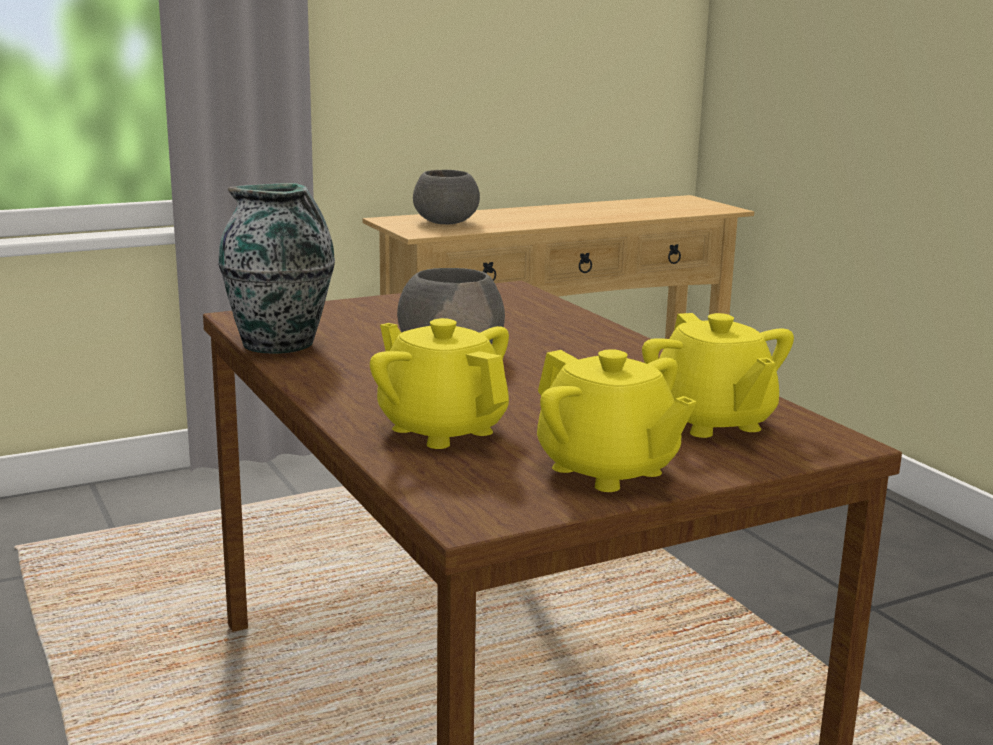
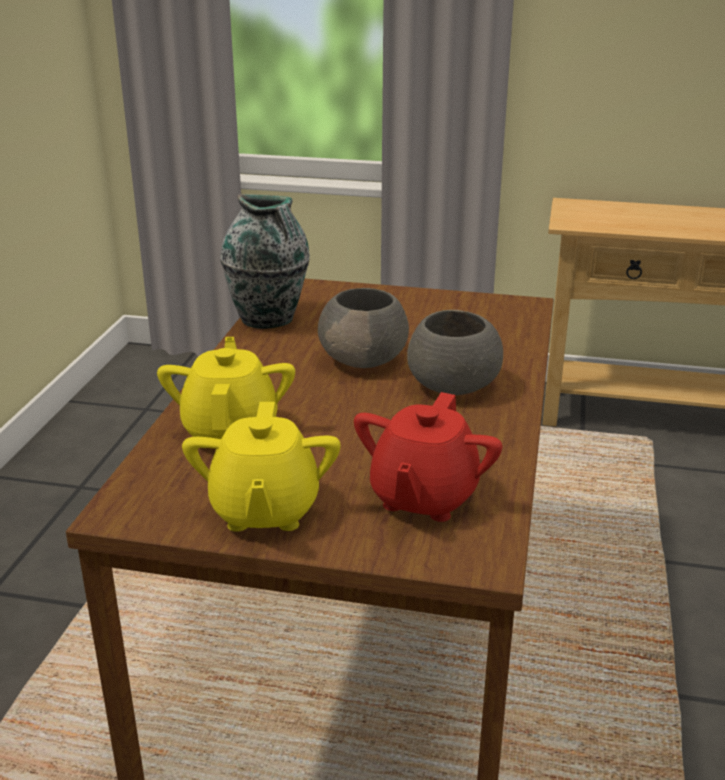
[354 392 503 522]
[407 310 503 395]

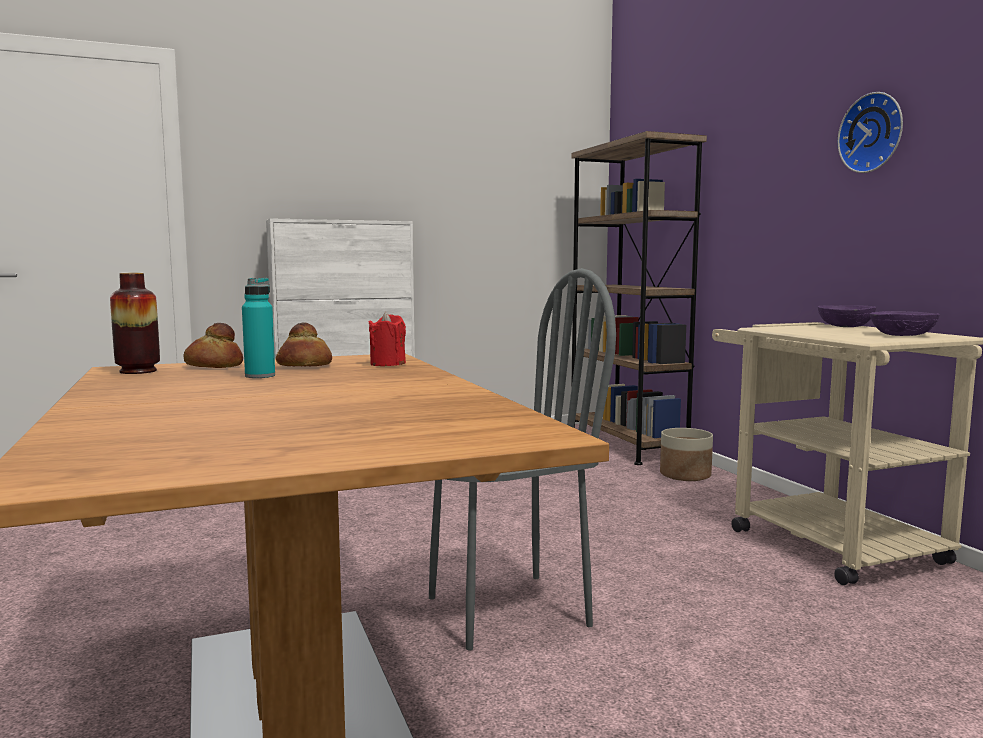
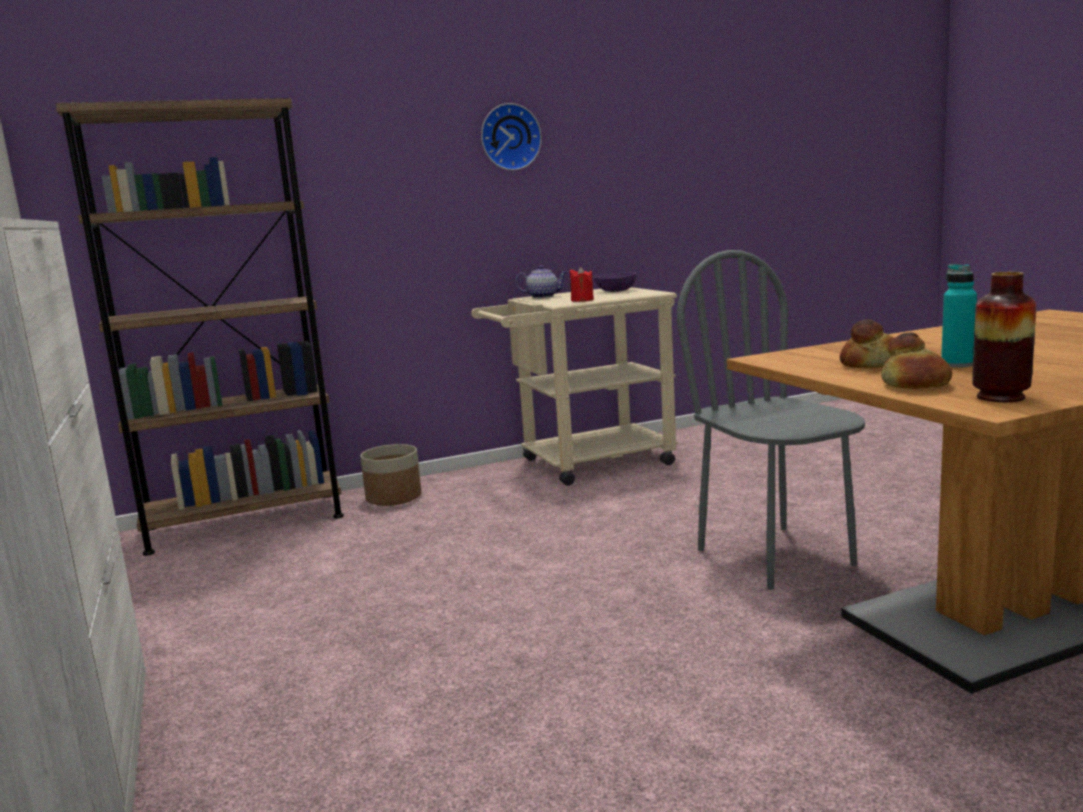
[515 265 567 298]
[570 267 594 302]

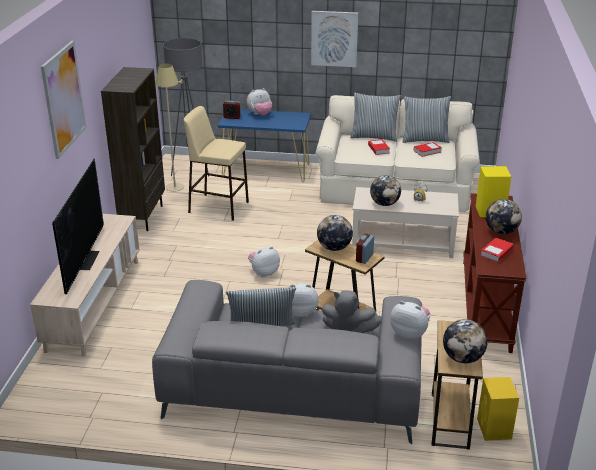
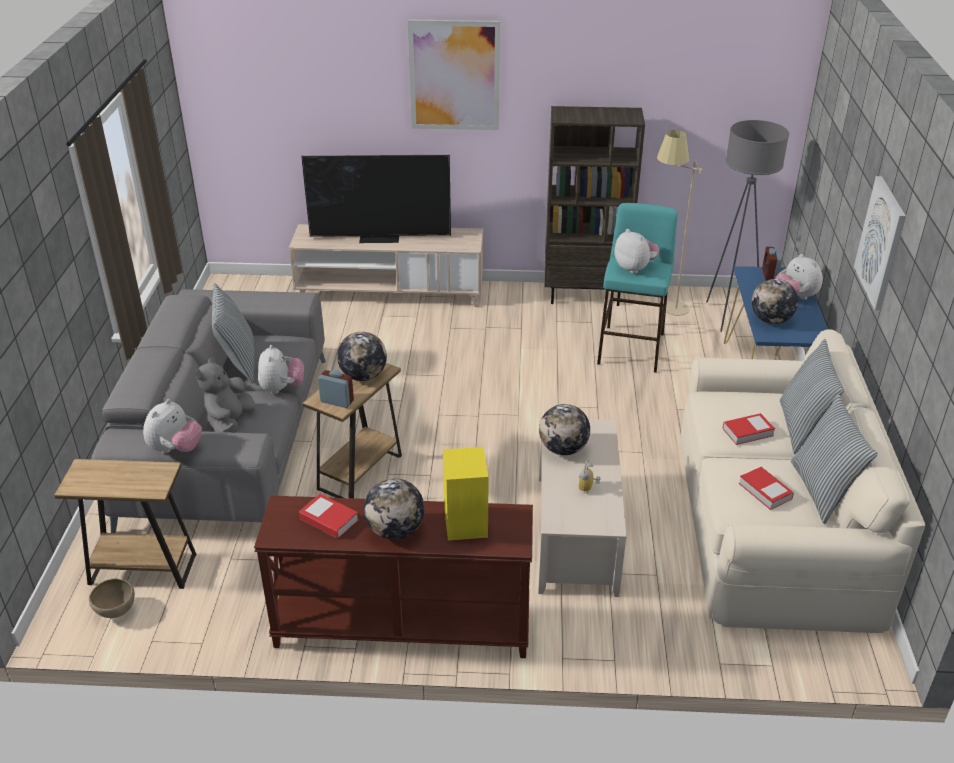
[89 579 135 618]
[597 203 678 373]
[615 229 659 274]
[752 279 798 324]

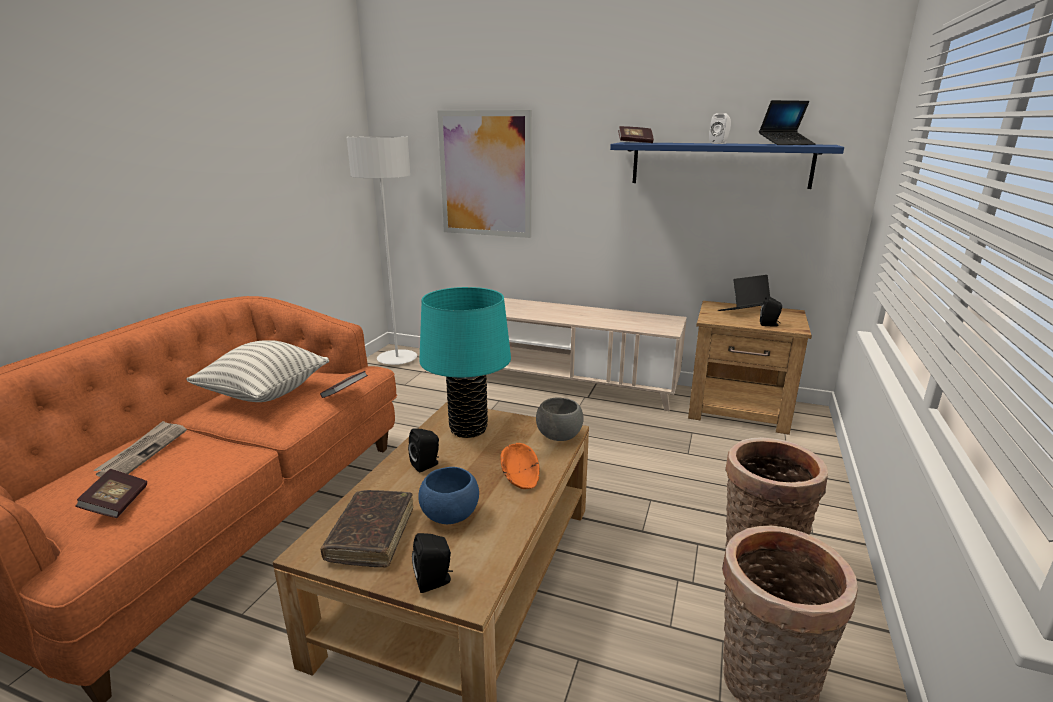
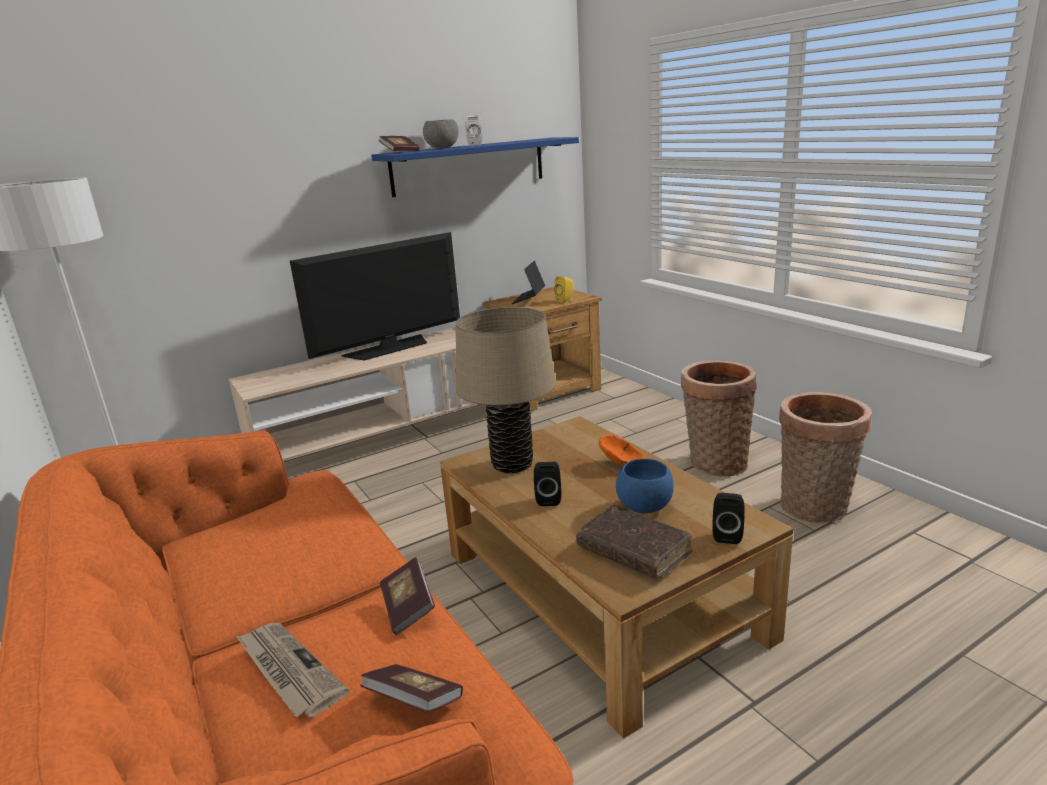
[290 232 460 361]
[380 557 435 635]
[423 119 459 149]
[456 307 556 473]
[554 276 573 303]
[186 340 329 402] (first image)
[438 110 532 238] (first image)
[759 100 816 145] (first image)

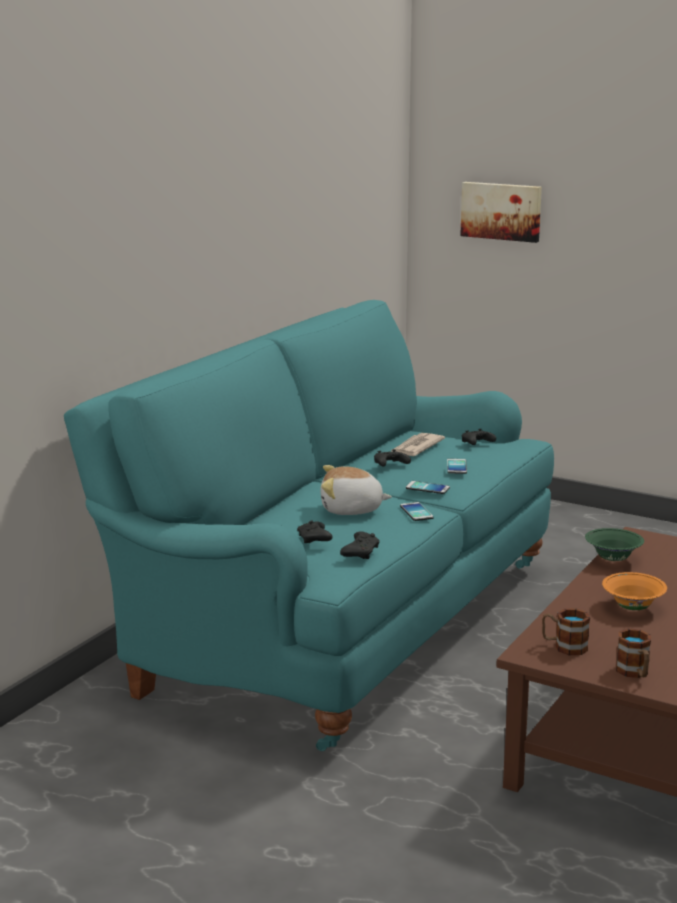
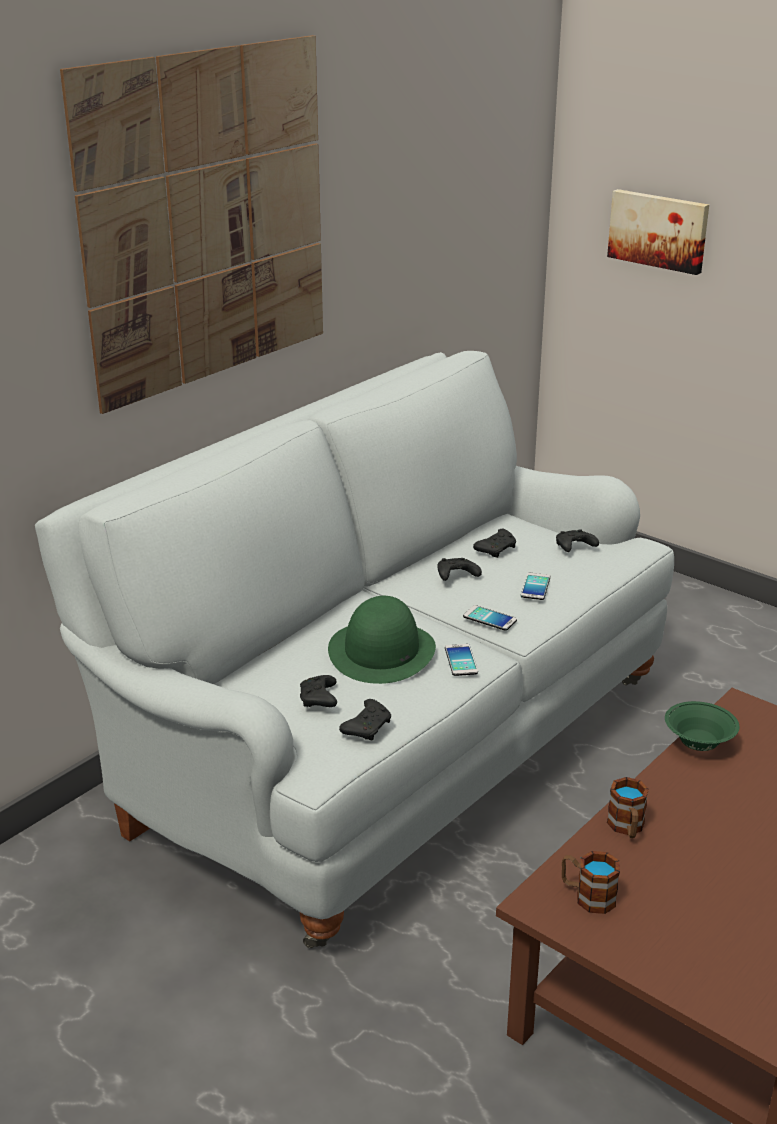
[35 351 674 948]
[60 35 323 414]
[328 596 436 684]
[473 529 516 558]
[607 777 649 838]
[602 572 667 610] (first image)

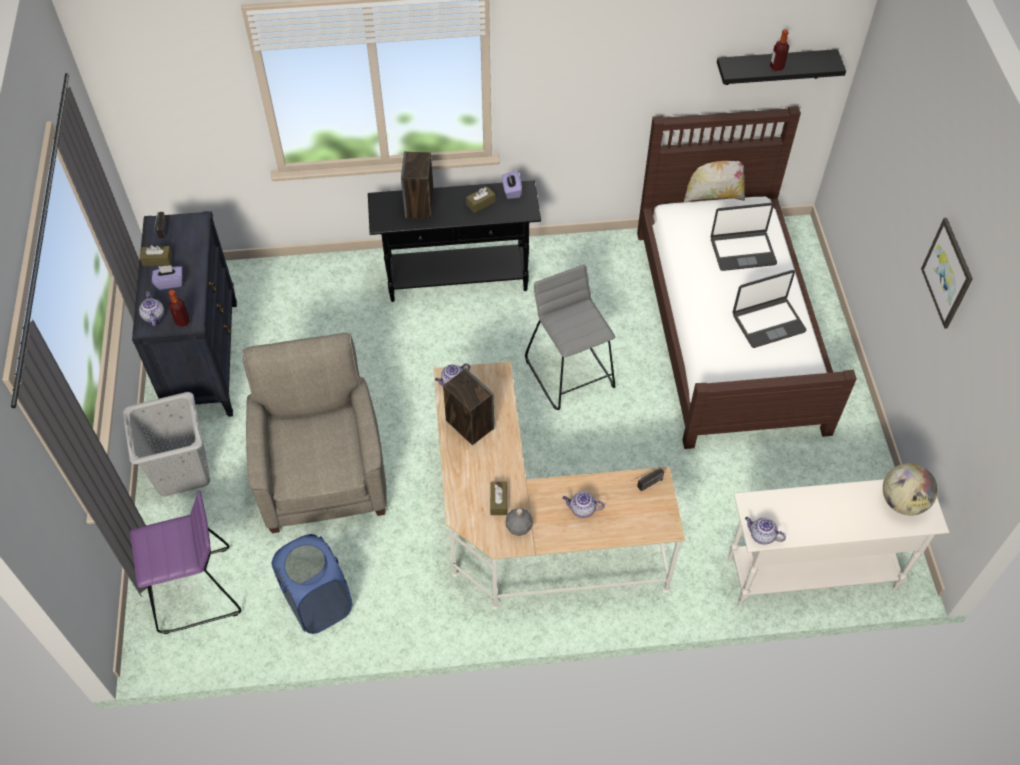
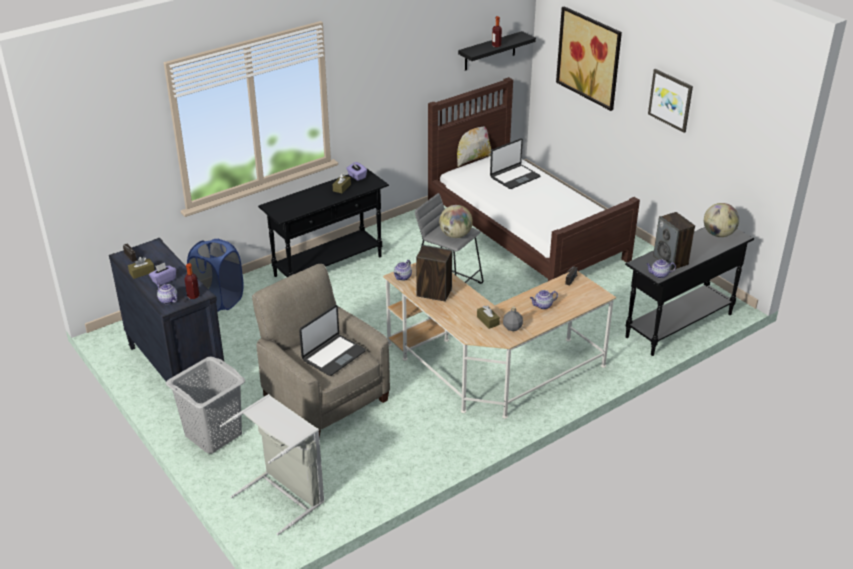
[187 239 244 312]
[220 394 325 535]
[299 305 366 376]
[439 205 473 238]
[556 6 622 111]
[625 227 754 356]
[653 212 695 270]

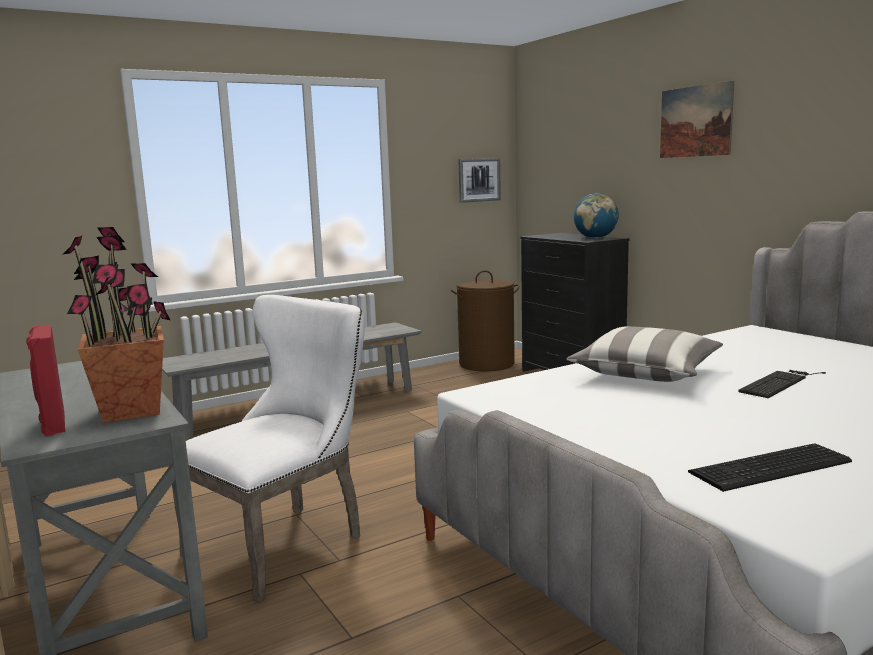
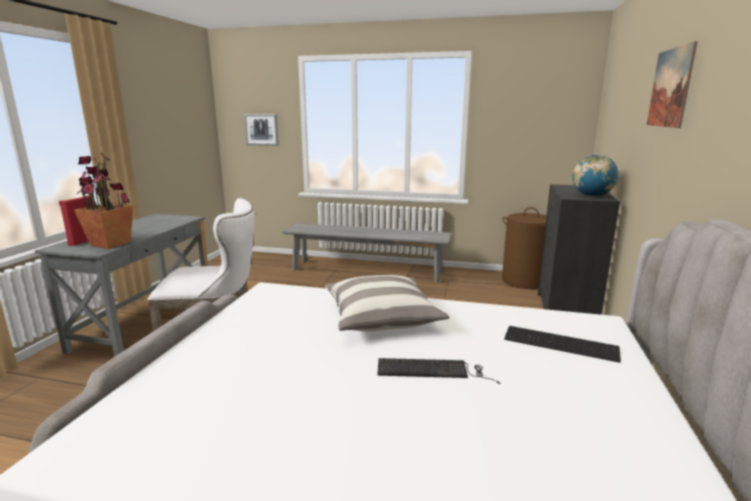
[244 114 279 145]
[504 326 621 363]

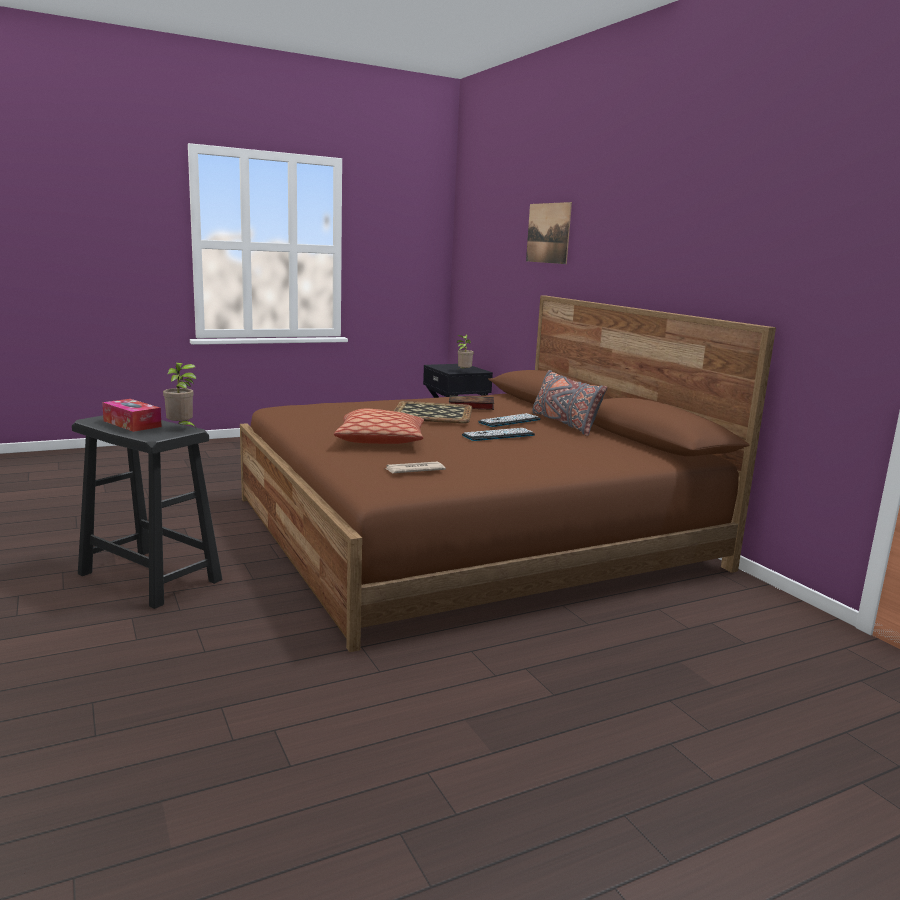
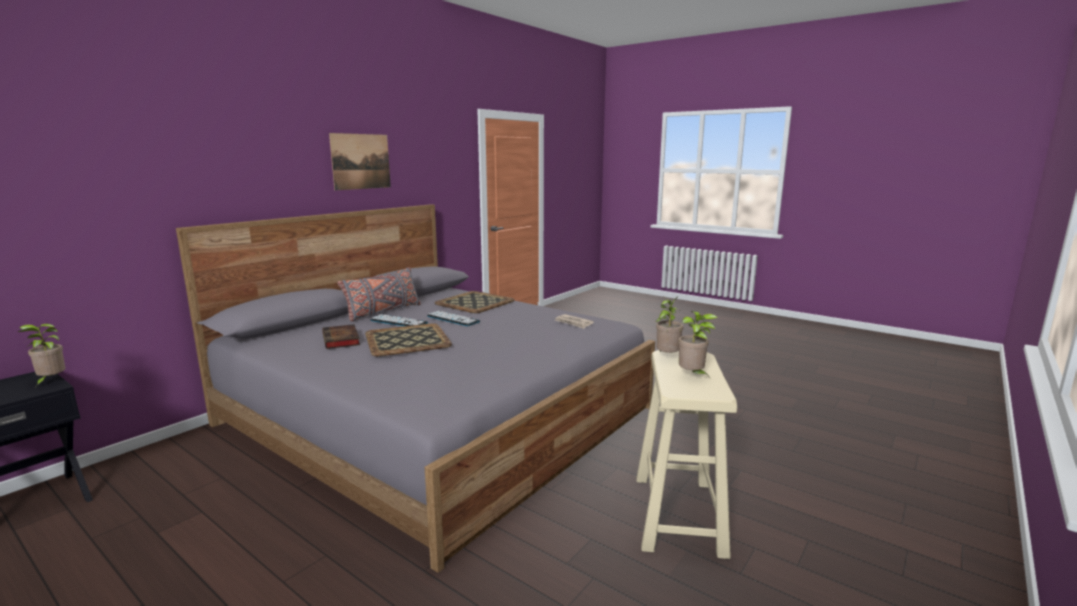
[176 204 655 573]
[329 133 391 190]
[435 291 514 313]
[636 350 737 559]
[678 311 718 378]
[334 409 424 444] (first image)

